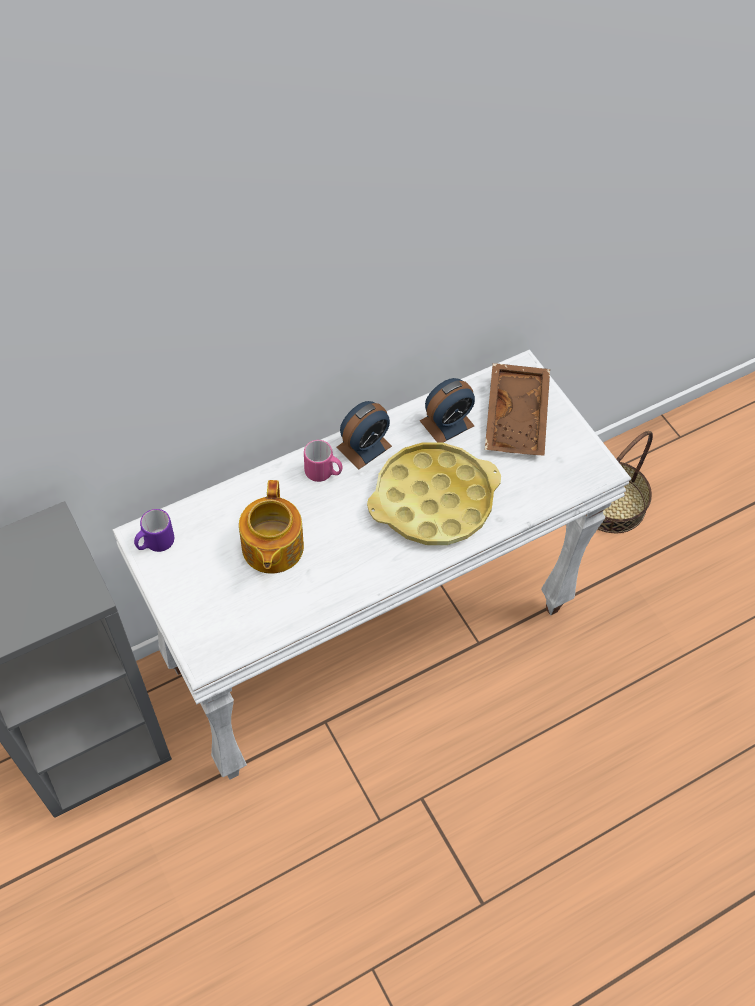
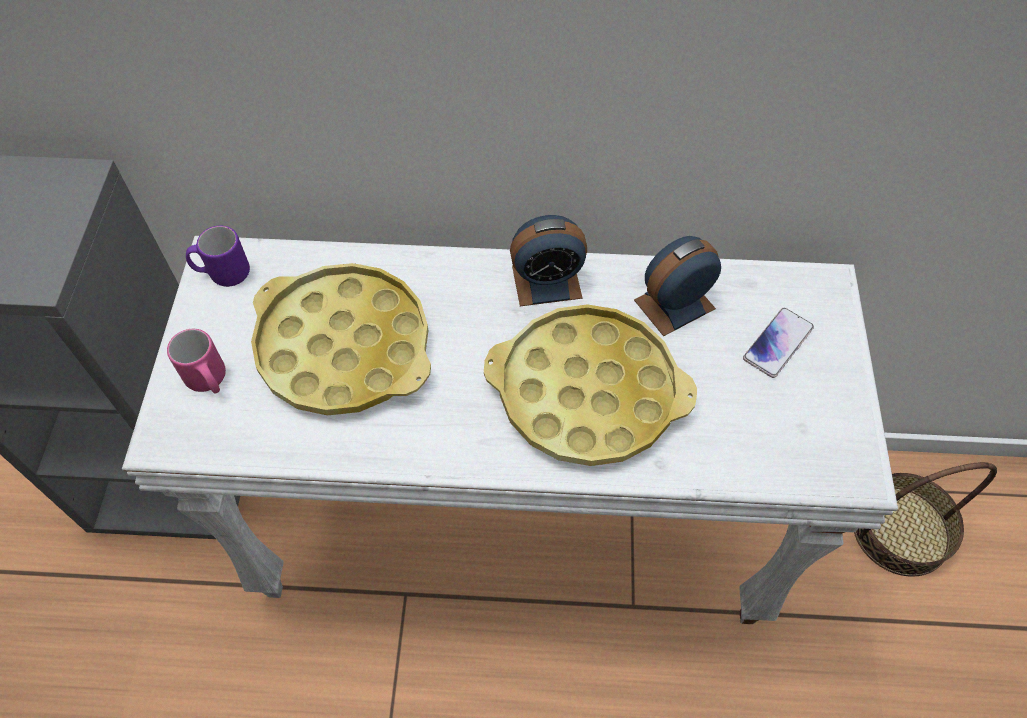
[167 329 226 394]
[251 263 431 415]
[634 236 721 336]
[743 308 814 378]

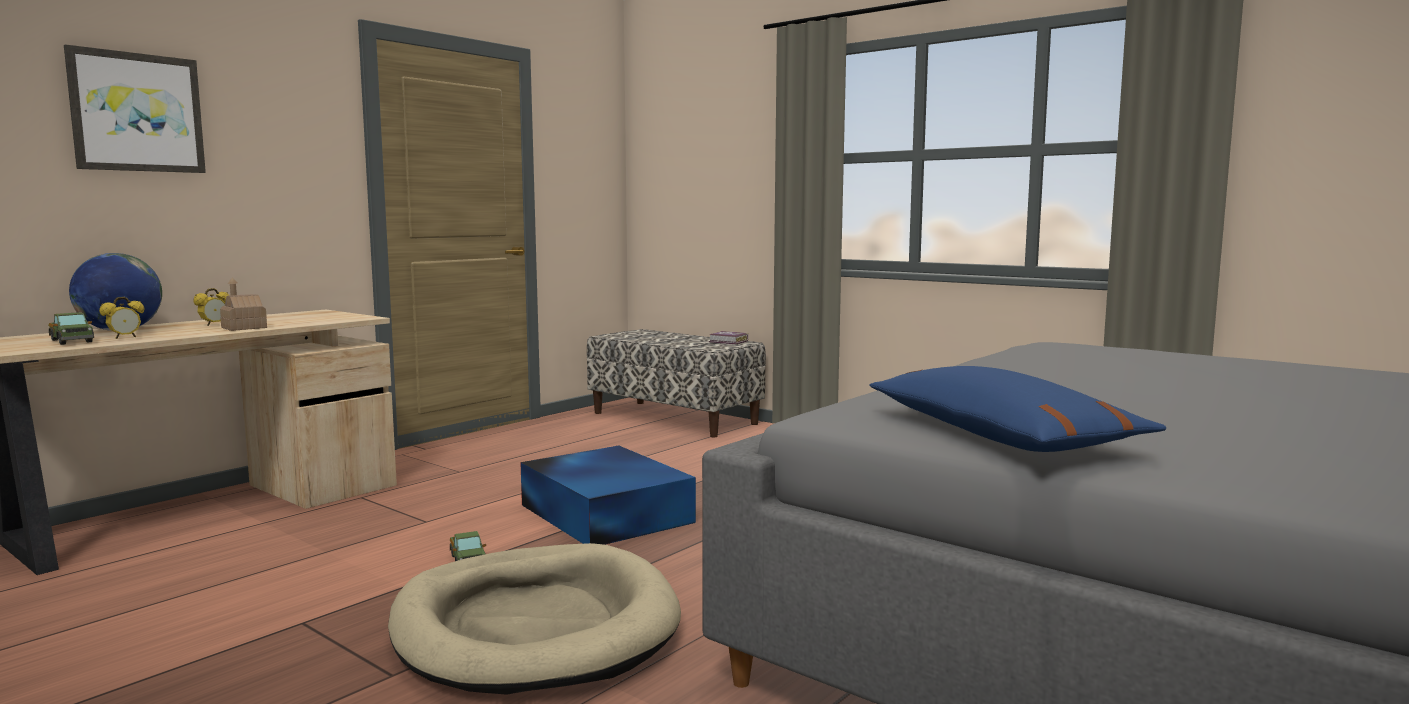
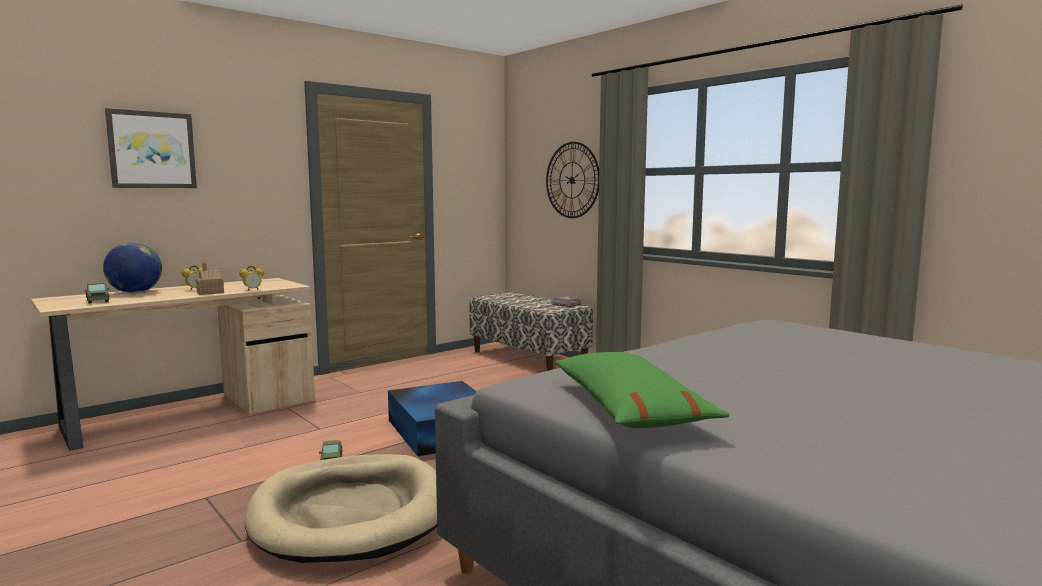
[239 266 264 291]
[546 142 599 218]
[554 352 730 428]

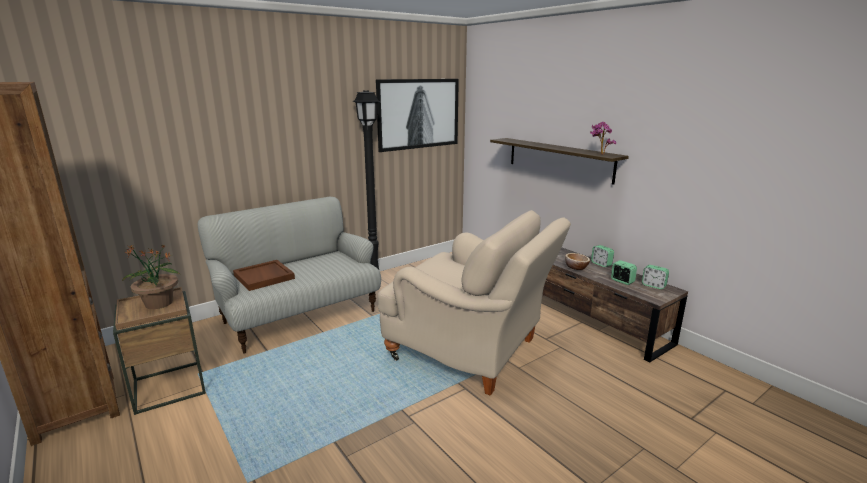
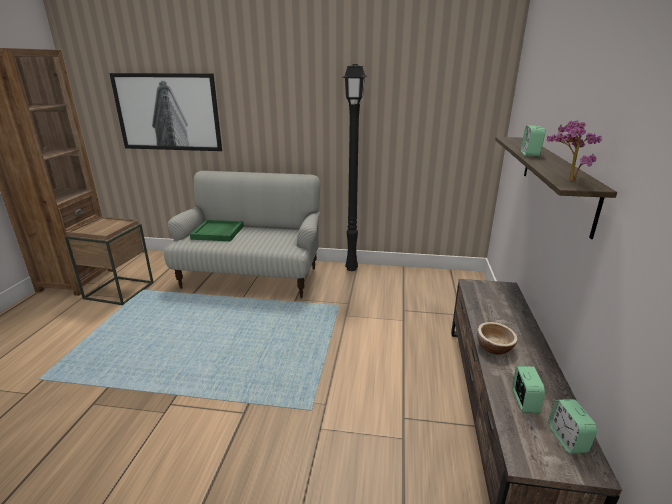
[109 73 222 151]
[190 220 244 241]
[521 125 546 157]
[122 244 181 309] (first image)
[378 210 571 396] (first image)

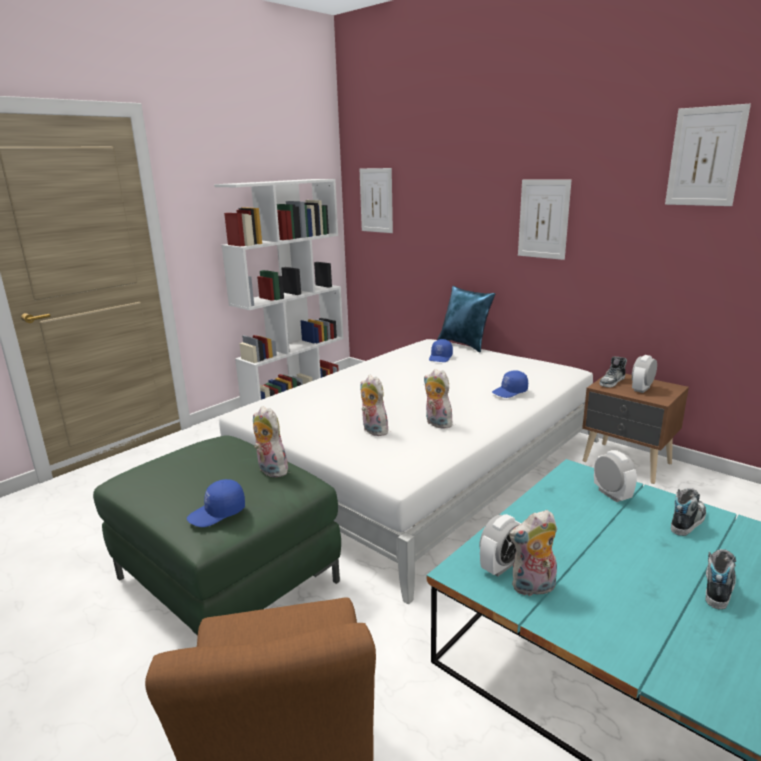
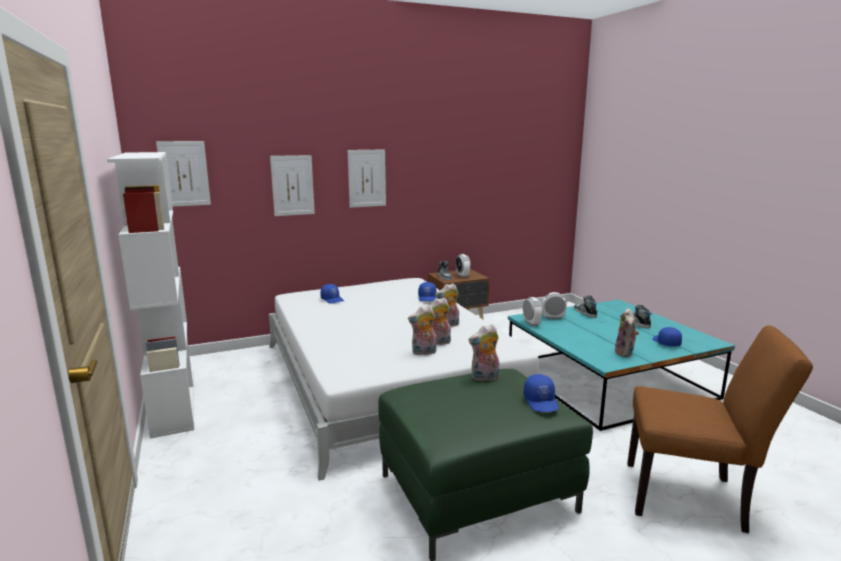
[270 155 315 216]
[408 305 437 355]
[523 297 543 326]
[653 327 682 347]
[437 286 495 352] (first image)

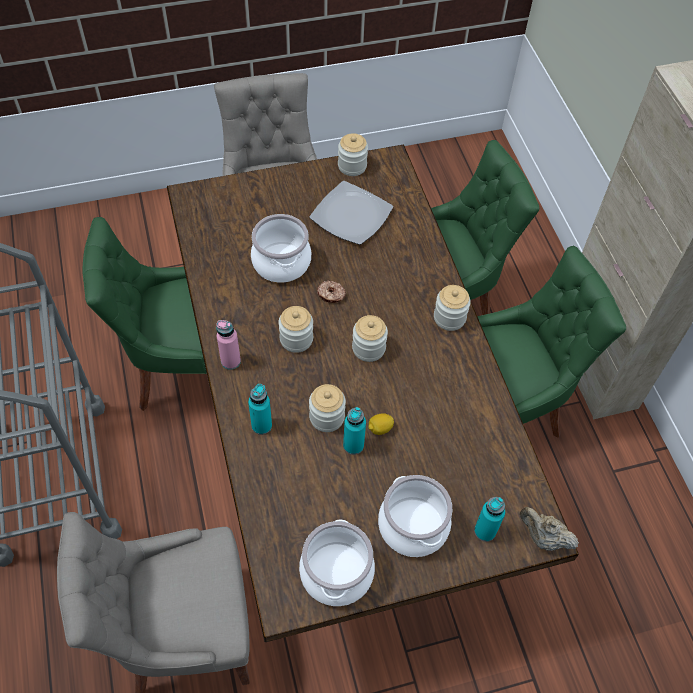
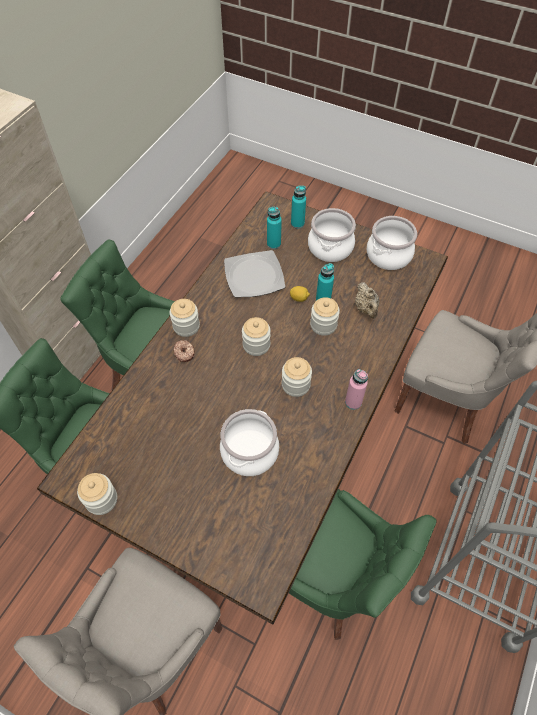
[174 340 195 362]
[224 250 285 298]
[267 207 282 249]
[355 282 380 319]

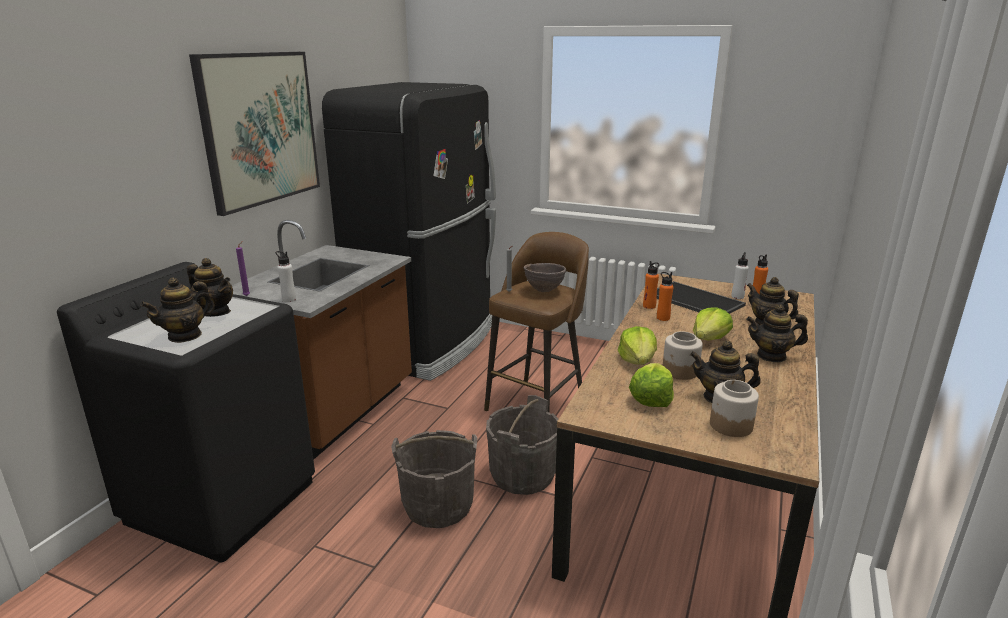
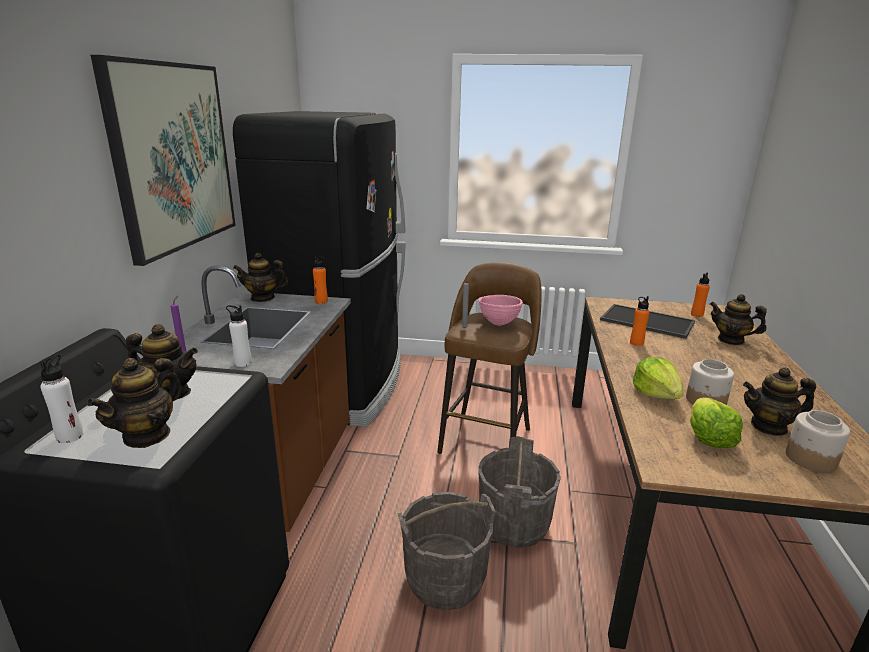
[40 354 84 443]
[233 253 288 302]
[313 255 328 304]
[478 295 523 326]
[693 307 733 340] (first image)

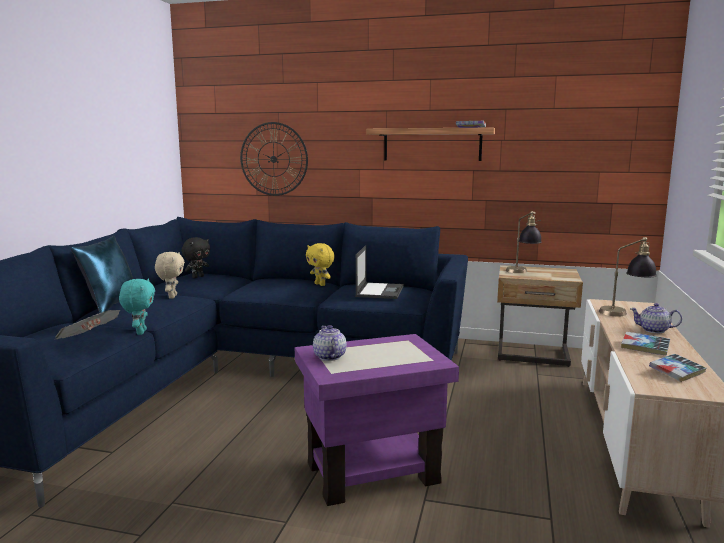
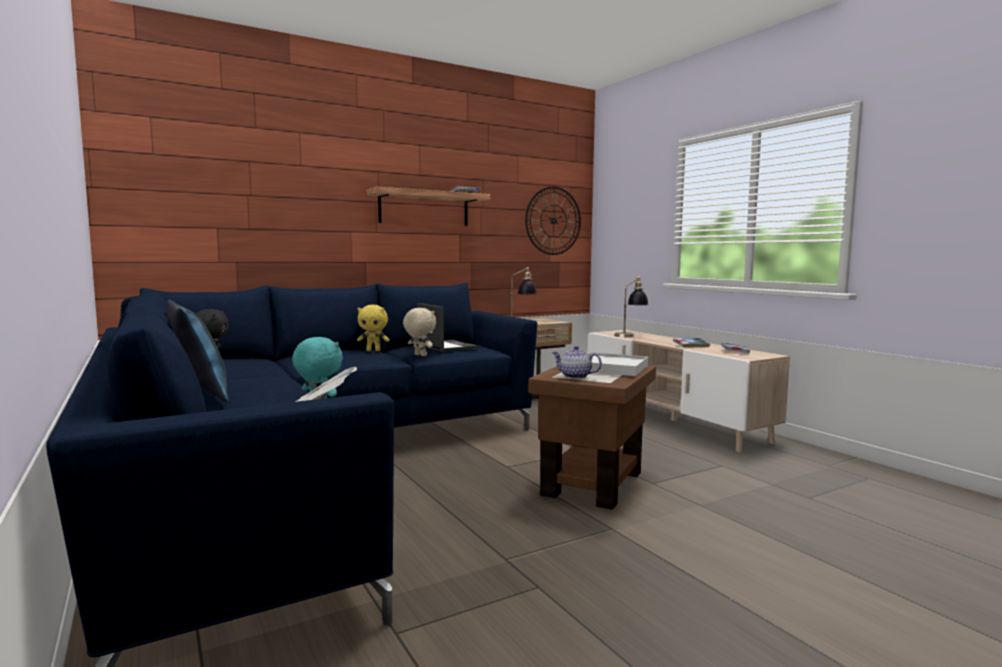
[403 308 436 356]
[525 187 581 255]
[528 365 656 510]
[588 352 649 376]
[630 303 682 333] (first image)

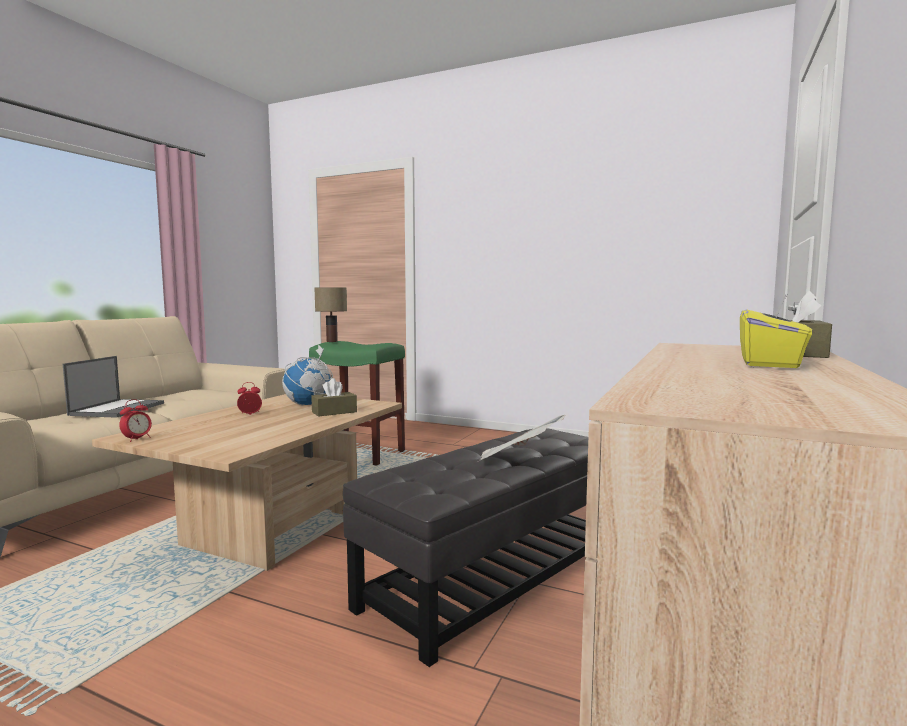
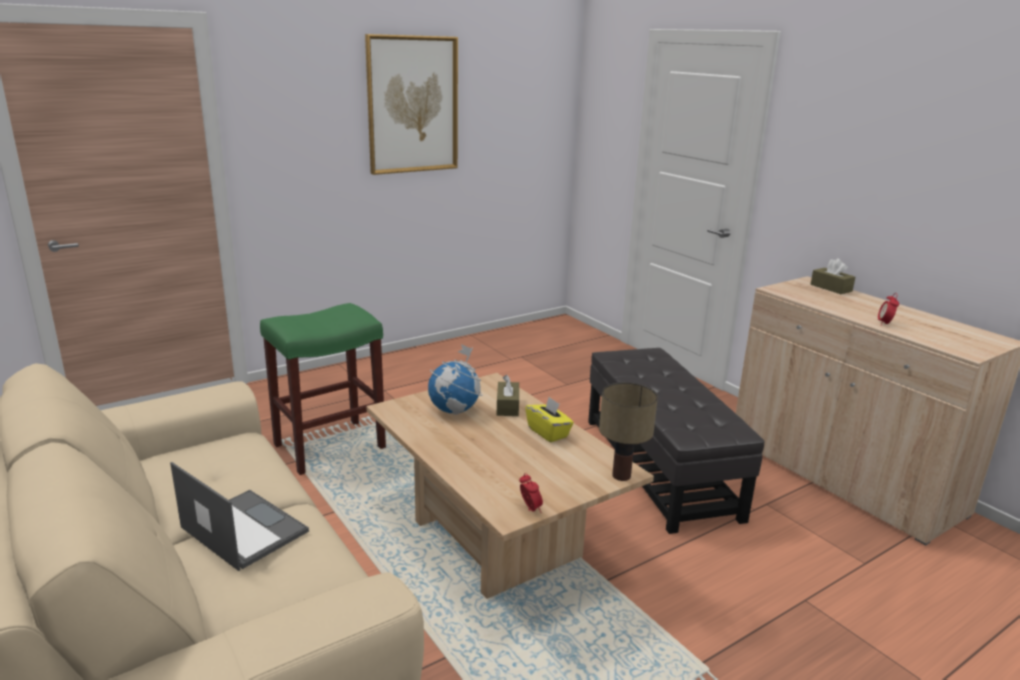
[365 34 458 175]
[525 397 574 442]
[599 382 658 481]
[878 293 899 326]
[480 415 566 460] (first image)

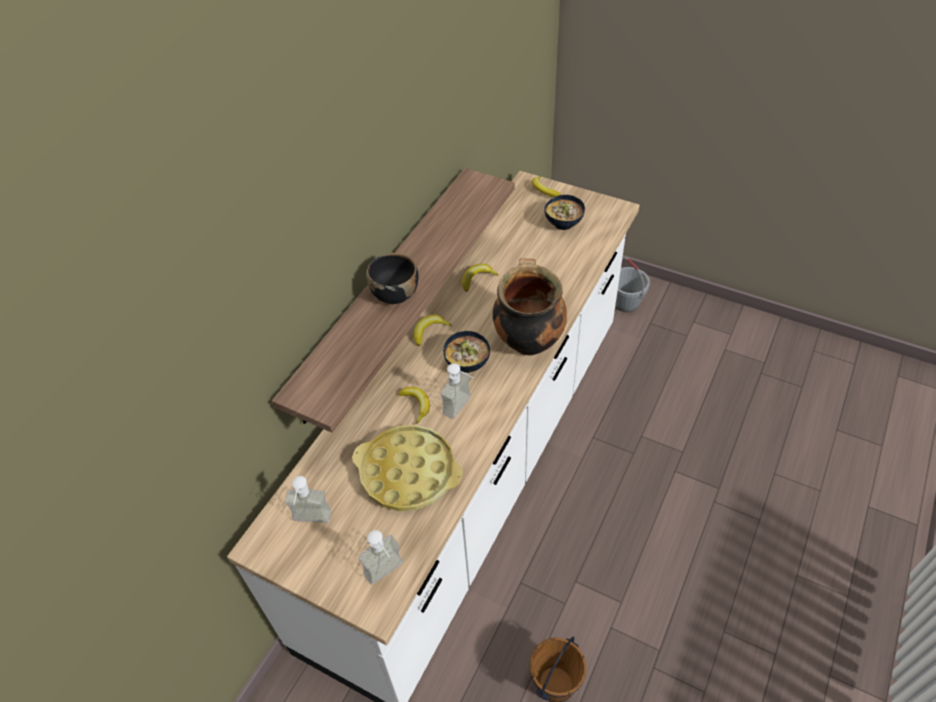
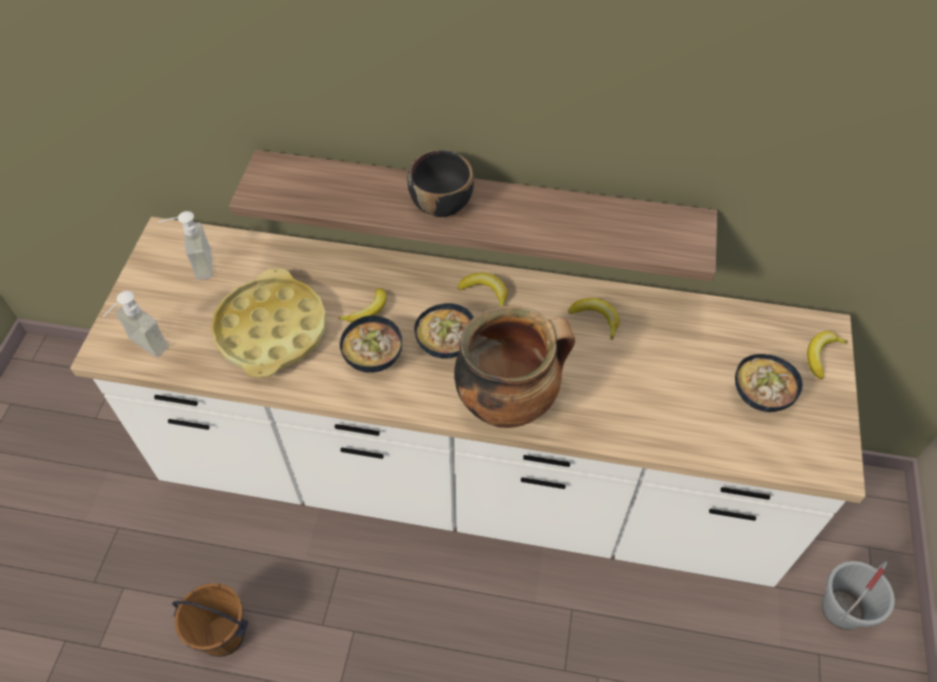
[340 315 402 373]

